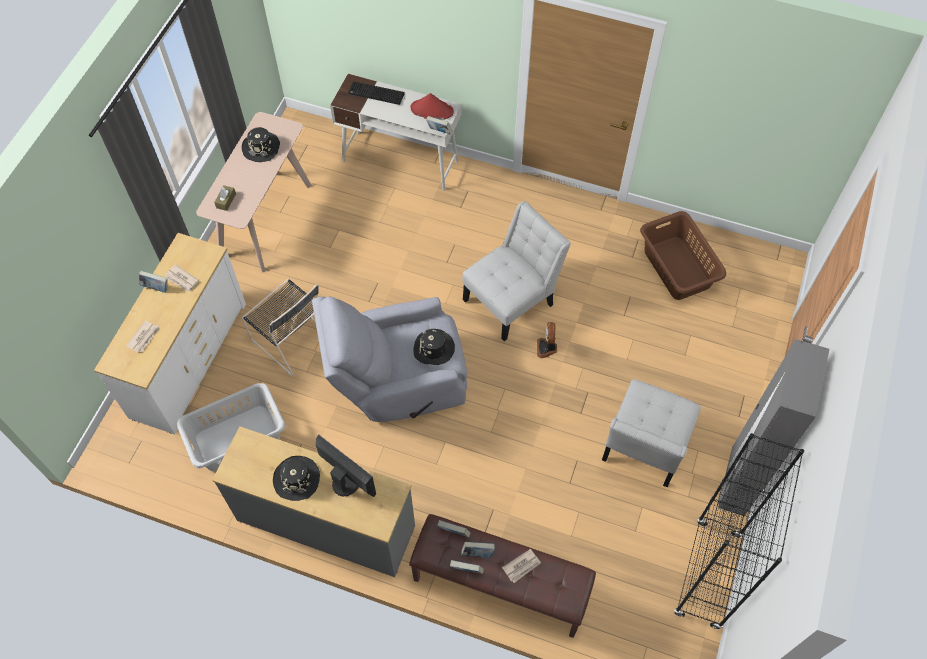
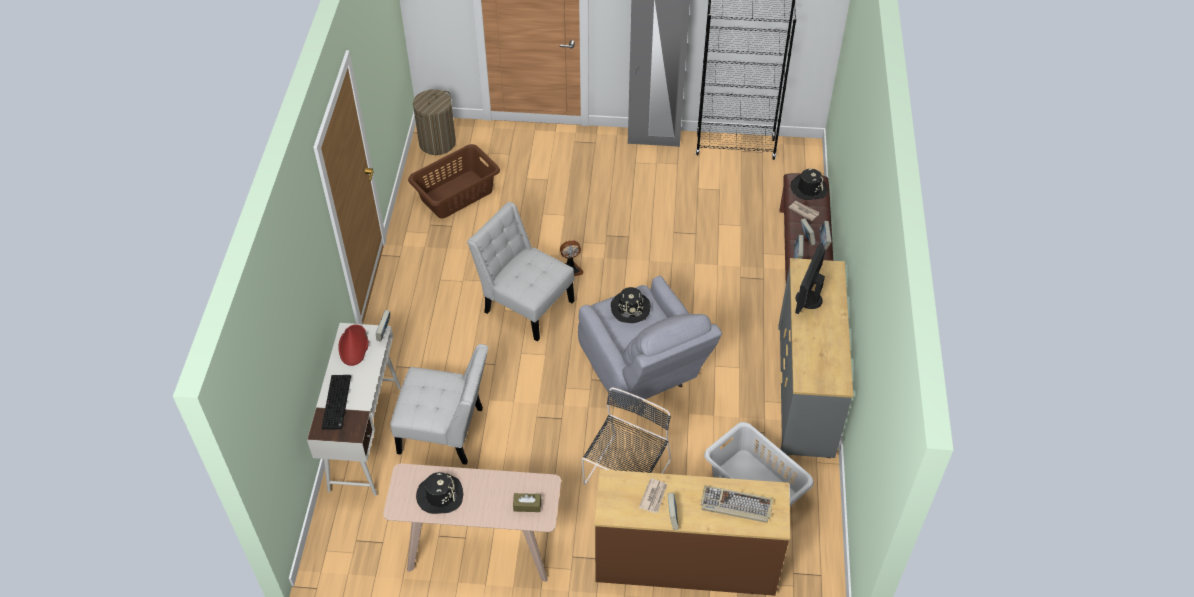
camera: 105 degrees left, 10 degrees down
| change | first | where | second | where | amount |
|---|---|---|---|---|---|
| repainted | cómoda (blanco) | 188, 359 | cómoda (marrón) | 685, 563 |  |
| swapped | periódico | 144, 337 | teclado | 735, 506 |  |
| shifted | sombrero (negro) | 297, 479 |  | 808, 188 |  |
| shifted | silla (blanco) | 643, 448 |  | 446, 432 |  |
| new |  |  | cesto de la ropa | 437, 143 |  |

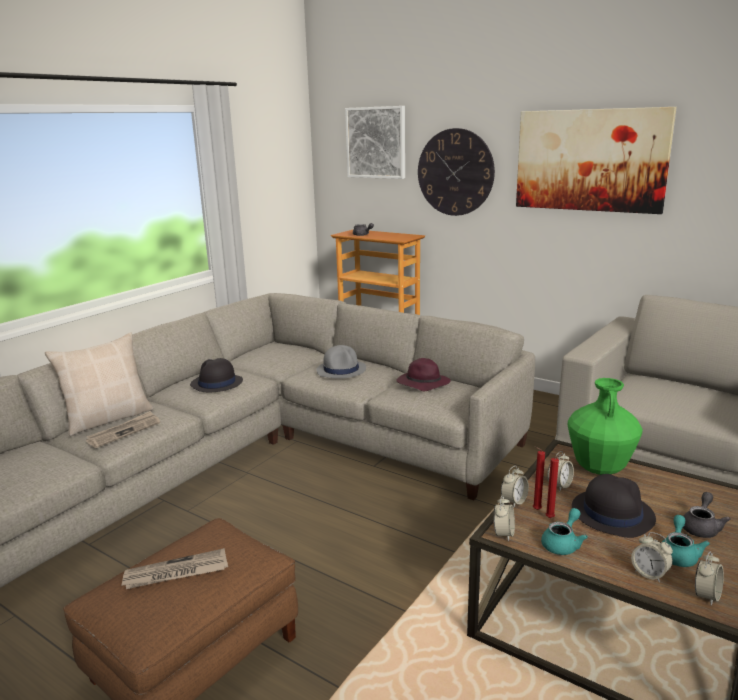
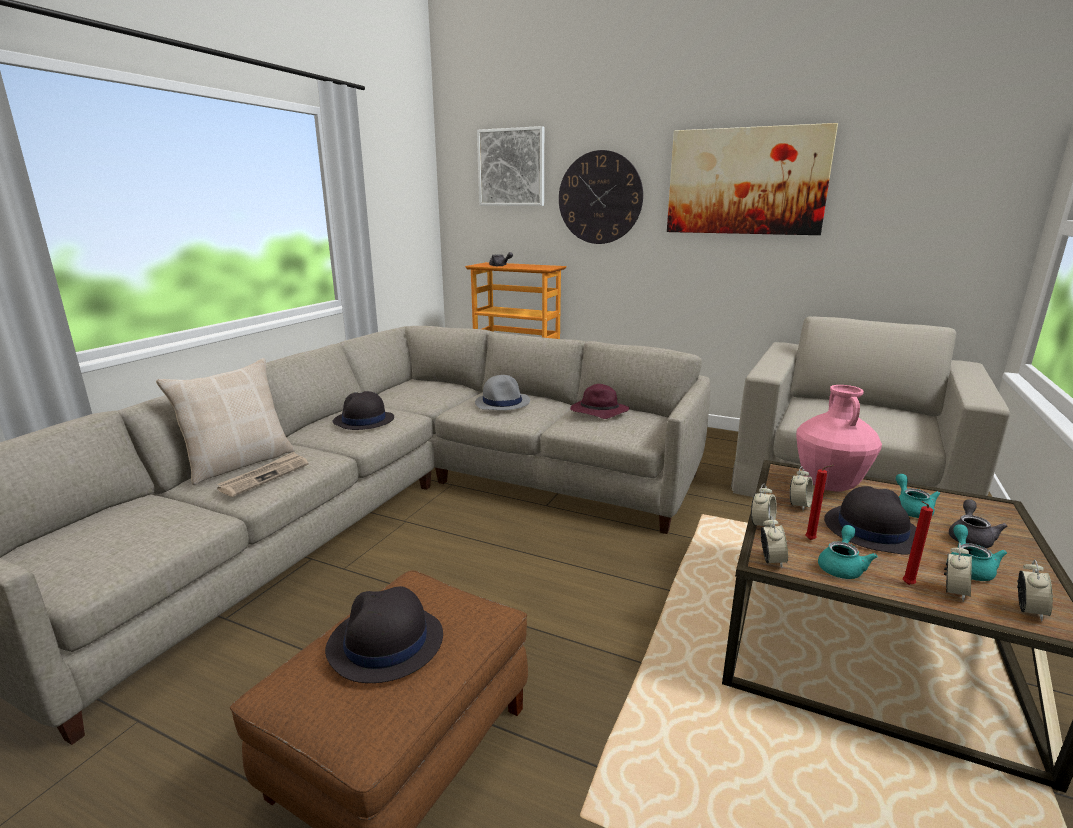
camera: 10 degrees left, 0 degrees up
| change | first | where | second | where | amount |
|---|---|---|---|---|---|
| swapped | periódico | 176, 573 | sombrero (negro) | 385, 643 |  |
| shifted | vela (rojo) | 535, 510 |  | 906, 584 |  |
| repainted | florero (verde) | 599, 468 | florero (rosa) | 828, 485 |  |
| rotated | despertador | 649, 574 |  | 954, 592 | 90 degrees counterclockwise |
| new |  |  | tetera (turquesa) | 910, 509 |  |

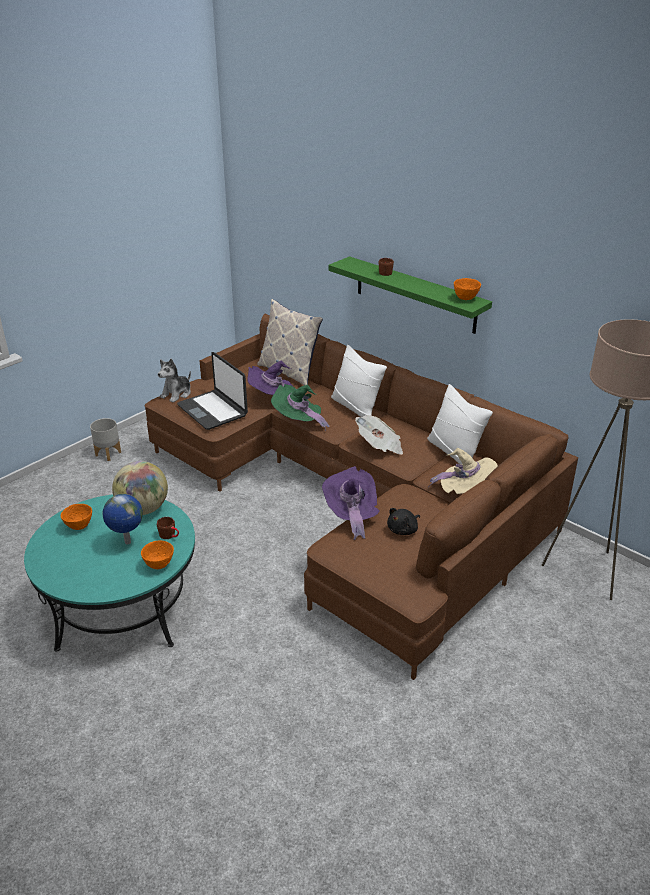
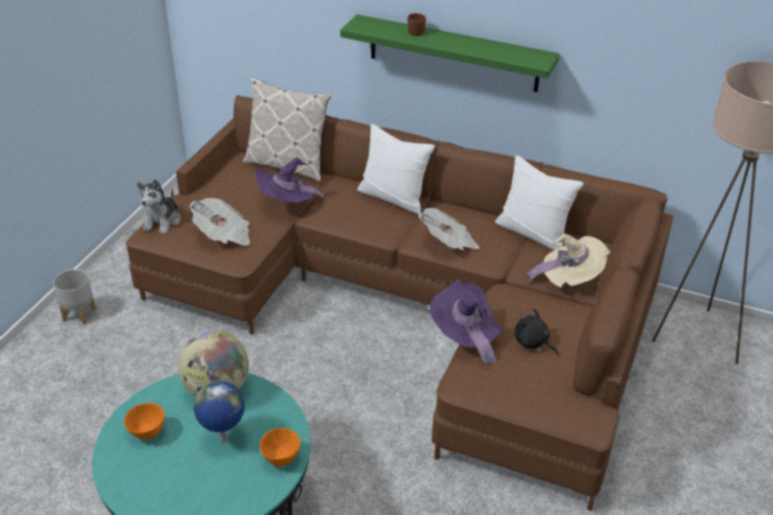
camera: 20 degrees left, 5 degrees up
| change | first | where | second | where | amount |
|---|---|---|---|---|---|
| gone | taza grande (marrón) | 170, 535 |  |  |  |
| swapped | portátil | 213, 410 | periódico | 223, 235 |  |
| gone | sombrero (verde) | 298, 421 |  |  |  |
| rotated | peluche (negro) | 403, 530 |  | 532, 343 | 105 degrees clockwise |
| gone | cuenco (naranja) | 466, 298 |  |  |  |

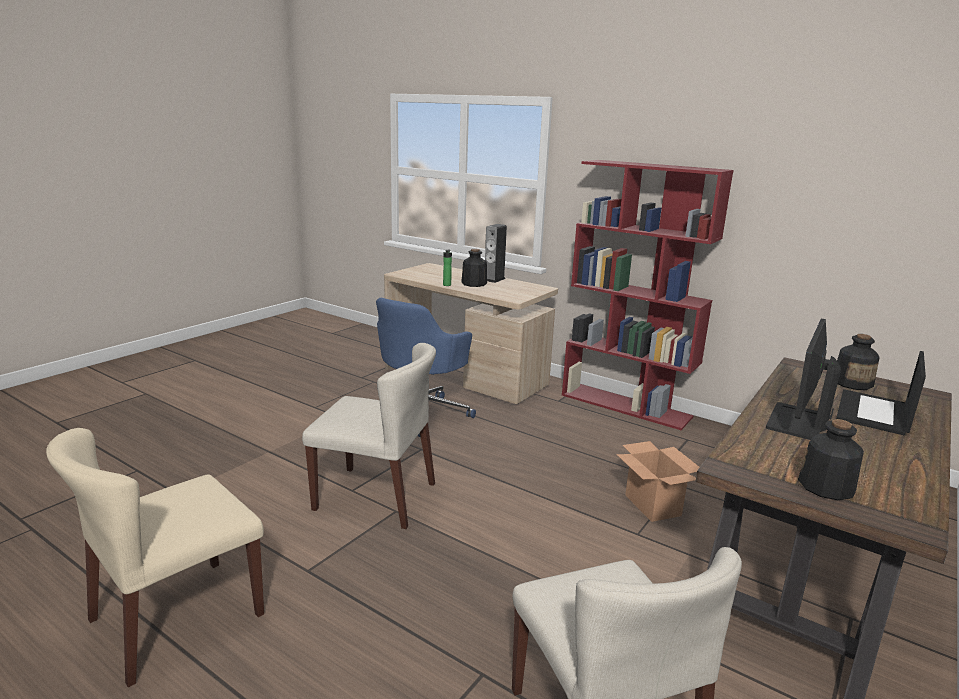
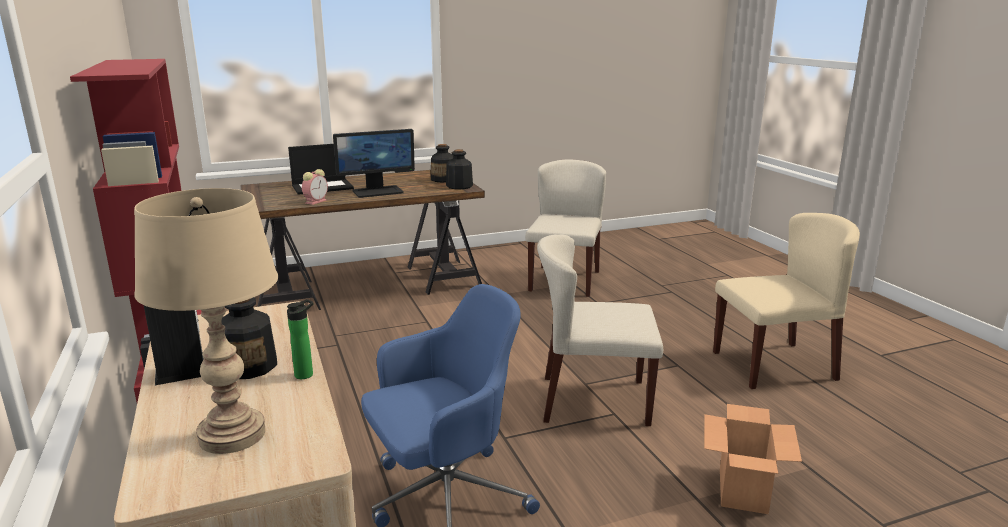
camera: 145 degrees left, 0 degrees up
| change | first | where | second | where | amount |
|---|---|---|---|---|---|
| rotated | silla (beis) | 376, 496 |  | 593, 400 | 45 degrees counterclockwise |
| shifted | caja de cartón | 652, 505 |  | 743, 491 |  |
| shifted | botella | 852, 383 |  | 459, 186 |  |
| new |  |  | lámpara de mesa (beis) | 232, 435 |  |
| new |  |  | despertador | 316, 201 |  |

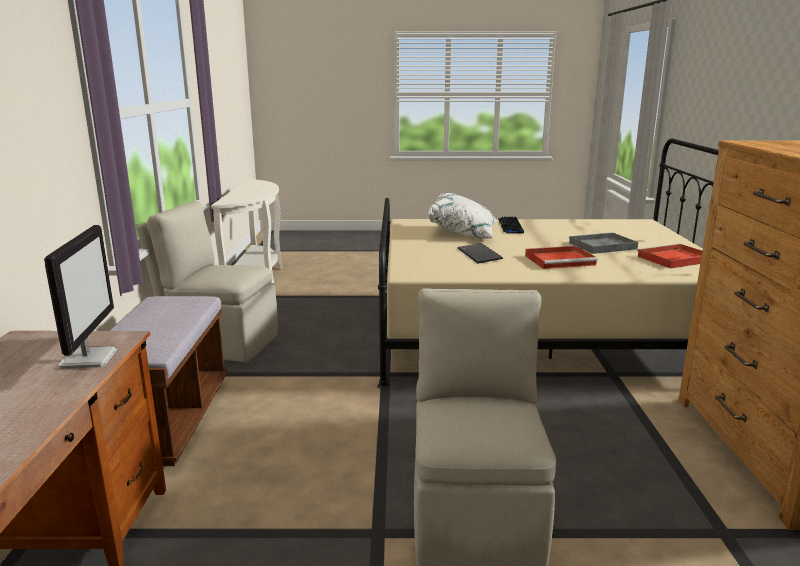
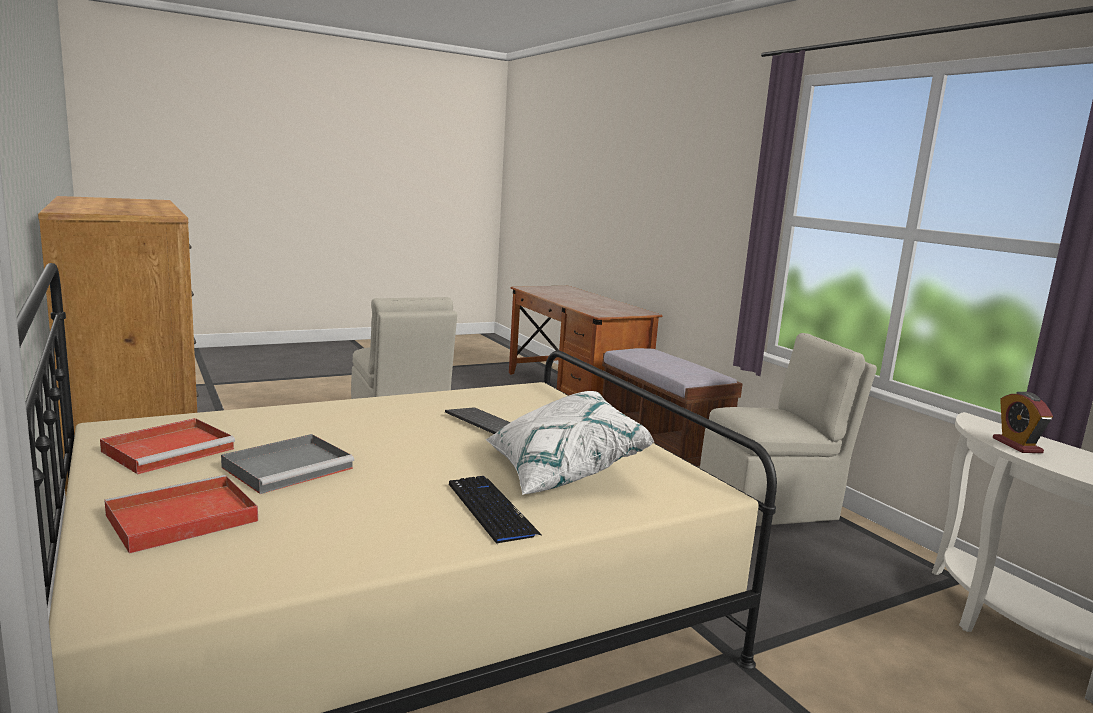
camera: 150 degrees right, 5 degrees down
| change | first | where | second | where | amount |
|---|---|---|---|---|---|
| gone | monitor | 89, 358 |  |  |  |
| shifted | bandeja (rojo) | 561, 260 |  | 179, 519 |  |
| new |  |  | despertador | 1017, 445 |  |

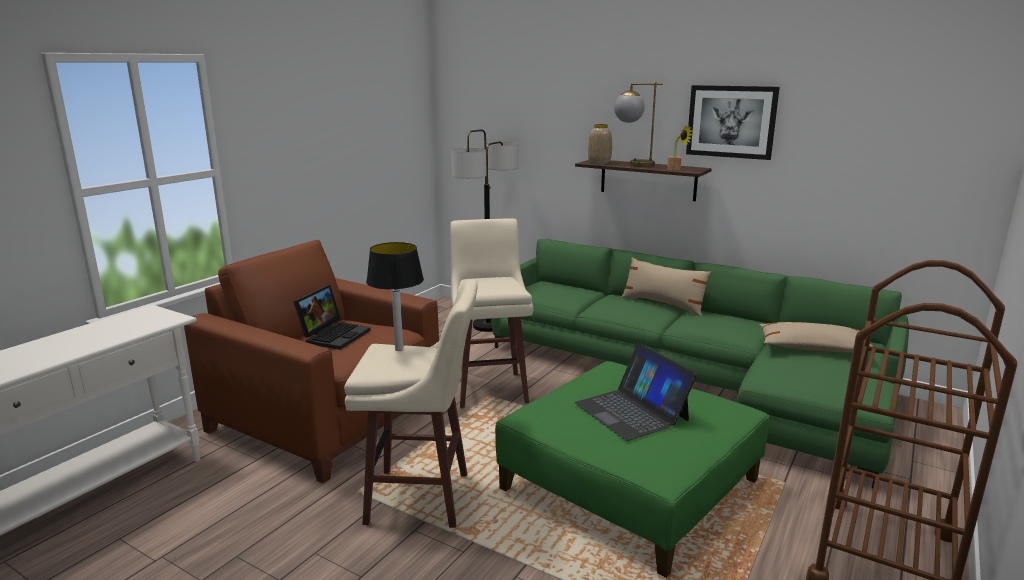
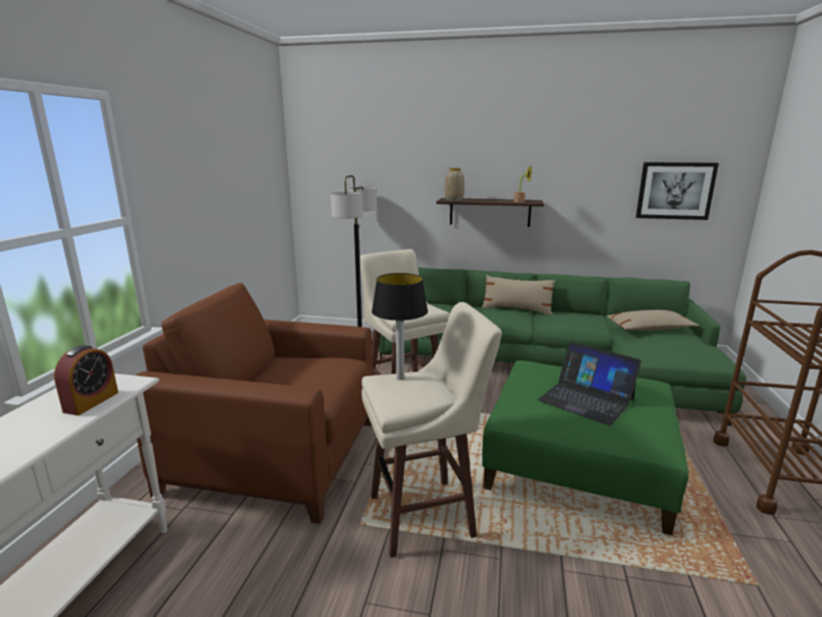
camera: 20 degrees left, 0 degrees up
| change | first | where | second | where | amount |
|---|---|---|---|---|---|
| gone | portátil | 334, 335 |  |  |  |
| gone | lámpara de mesa | 633, 165 |  |  |  |
| shifted | cuadro | 731, 121 |  | 675, 190 |  |
| new |  |  | despertador | 91, 402 |  |

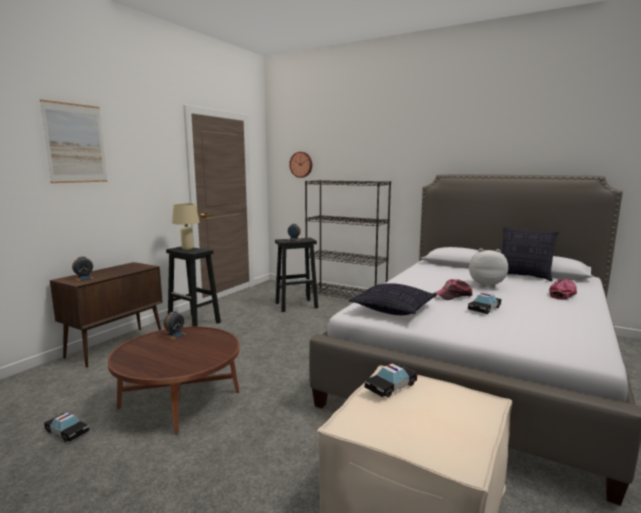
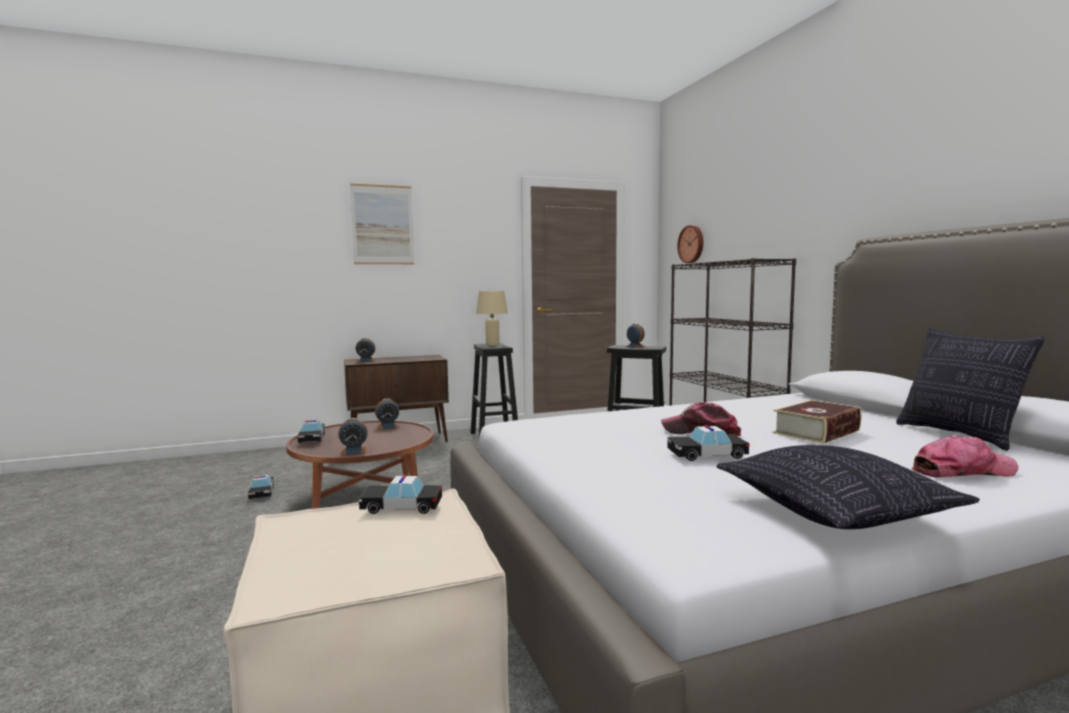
camera: 40 degrees right, 5 degrees down
| change | first | where | second | where | amount |
|---|---|---|---|---|---|
| shifted | cojín | 393, 309 |  | 835, 511 |  |
| swapped | peluche | 485, 285 | libro | 816, 431 |  |
| new |  |  | coche de juguete | 311, 438 |  |
| new |  |  | despertador | 354, 451 |  |

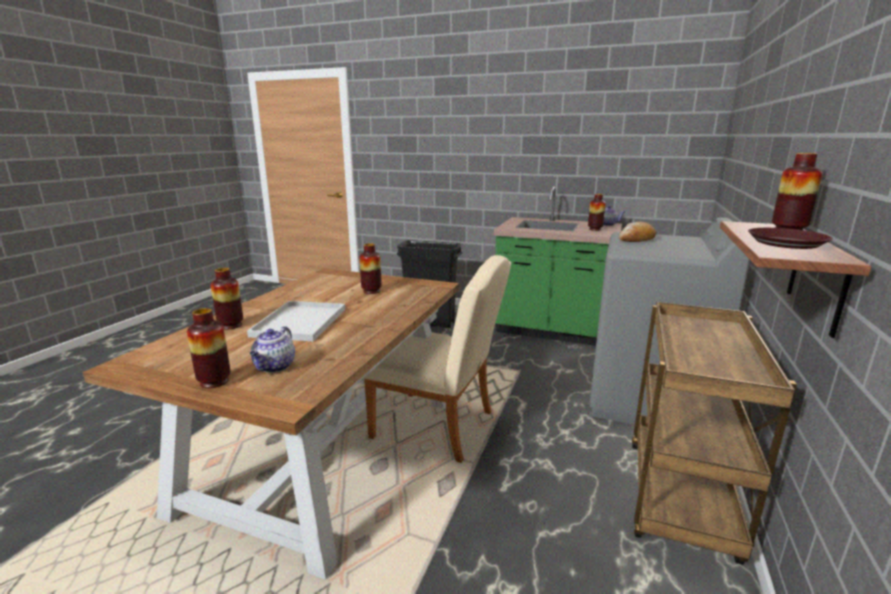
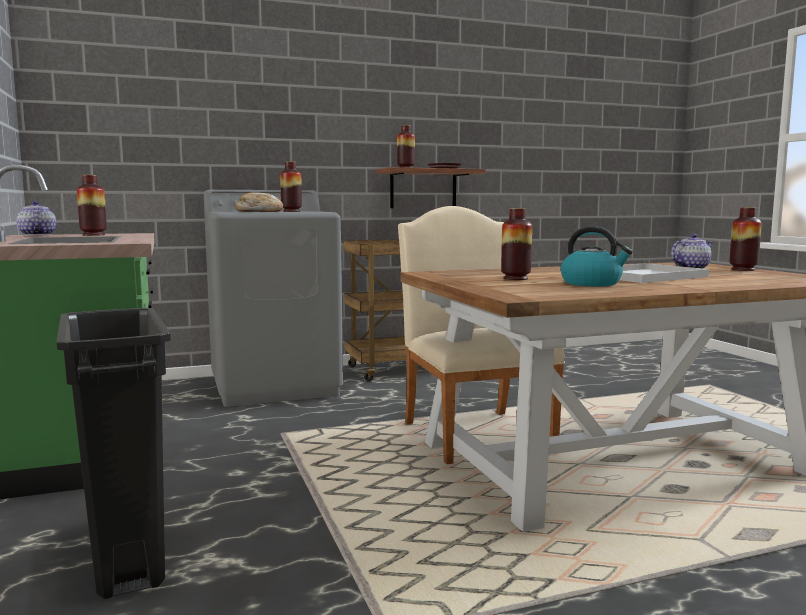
camera: 130 degrees left, 10 degrees down
| change | first | where | second | where | amount |
|---|---|---|---|---|---|
| shifted | florero | 231, 325 |  | 291, 211 |  |
| new |  |  | hervidor | 592, 283 |  |

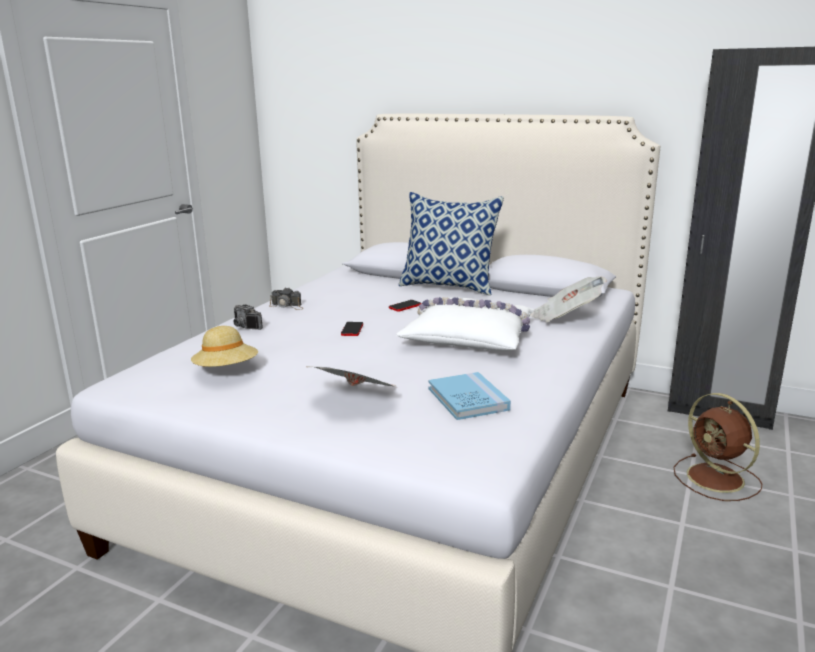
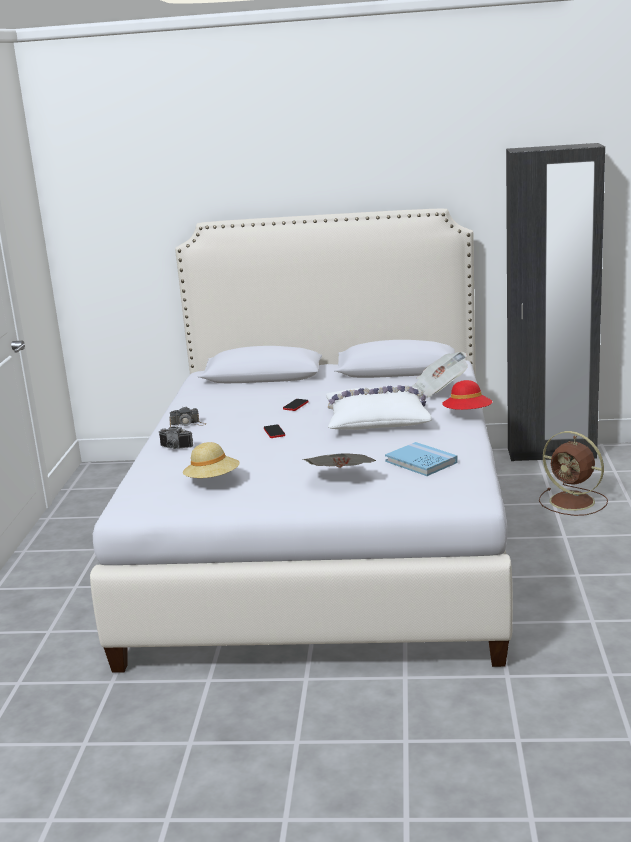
camera: 20 degrees left, 0 degrees up
| change | first | where | second | where | amount |
|---|---|---|---|---|---|
| gone | cojín | 449, 286 |  |  |  |
| new |  |  | sombrero (rojo) | 467, 414 |  |

